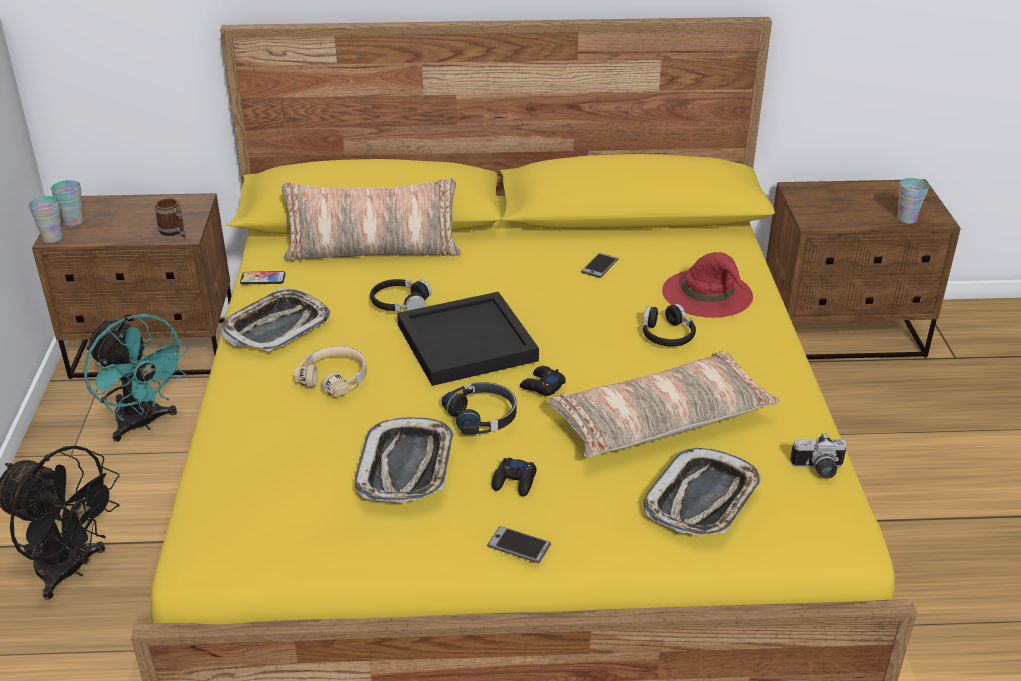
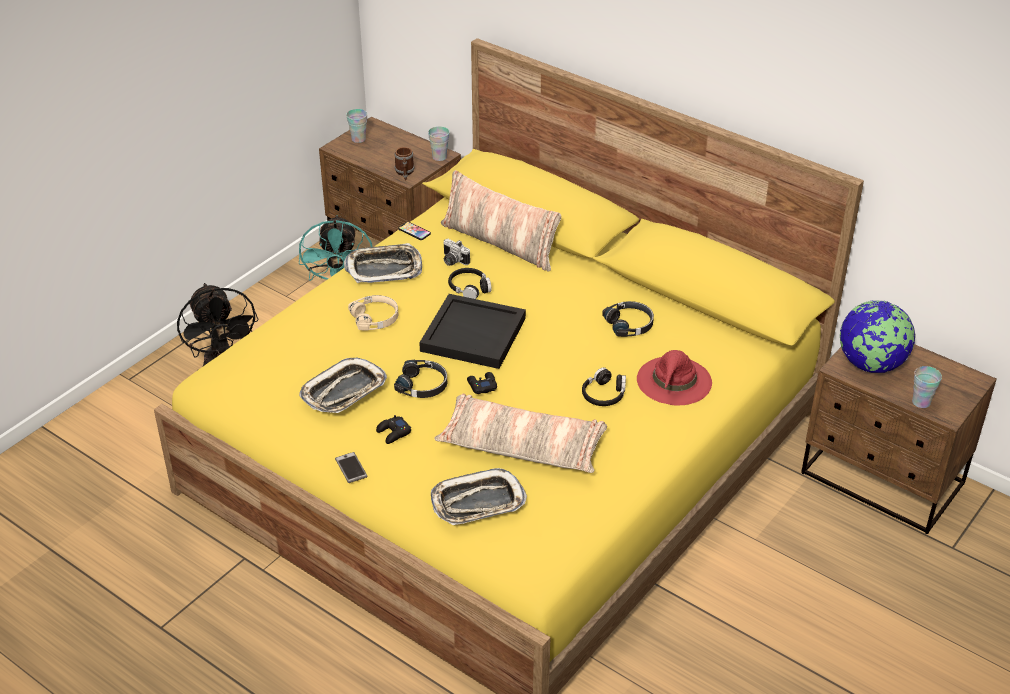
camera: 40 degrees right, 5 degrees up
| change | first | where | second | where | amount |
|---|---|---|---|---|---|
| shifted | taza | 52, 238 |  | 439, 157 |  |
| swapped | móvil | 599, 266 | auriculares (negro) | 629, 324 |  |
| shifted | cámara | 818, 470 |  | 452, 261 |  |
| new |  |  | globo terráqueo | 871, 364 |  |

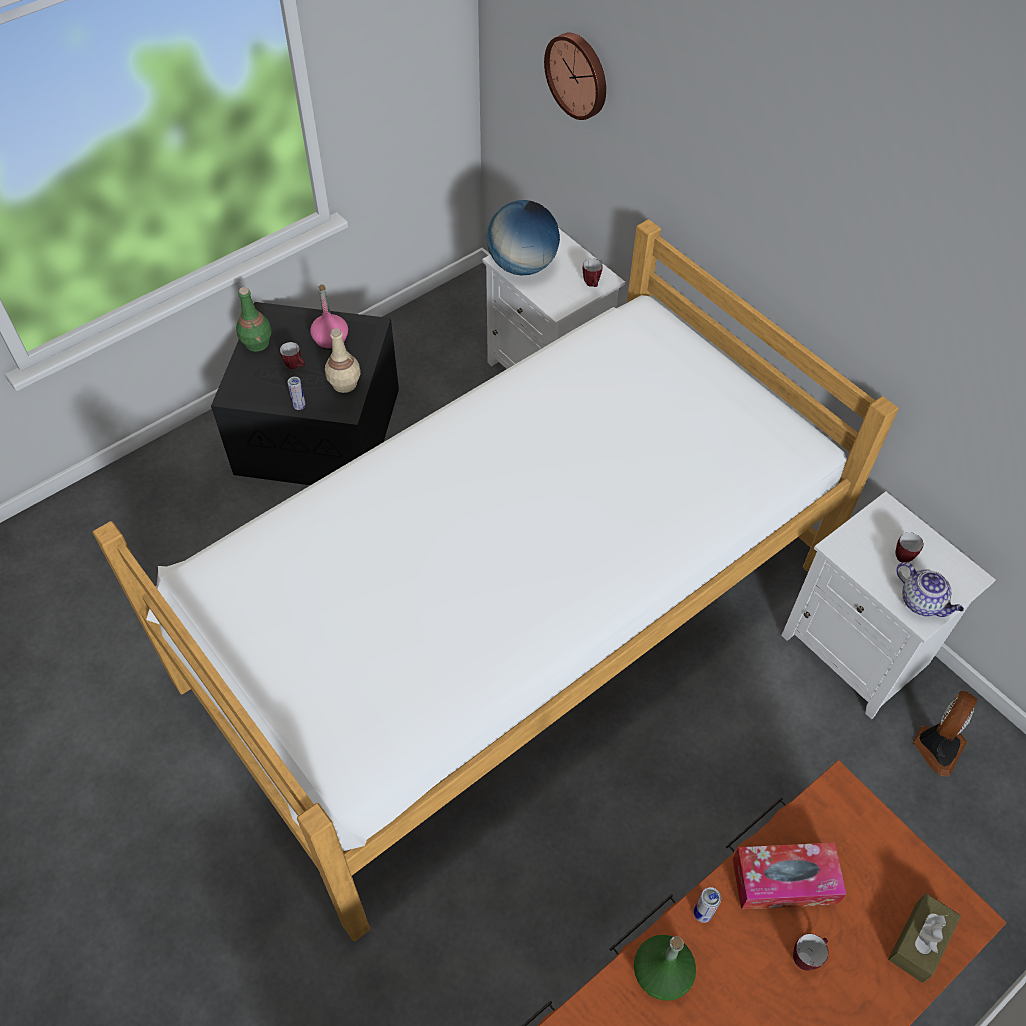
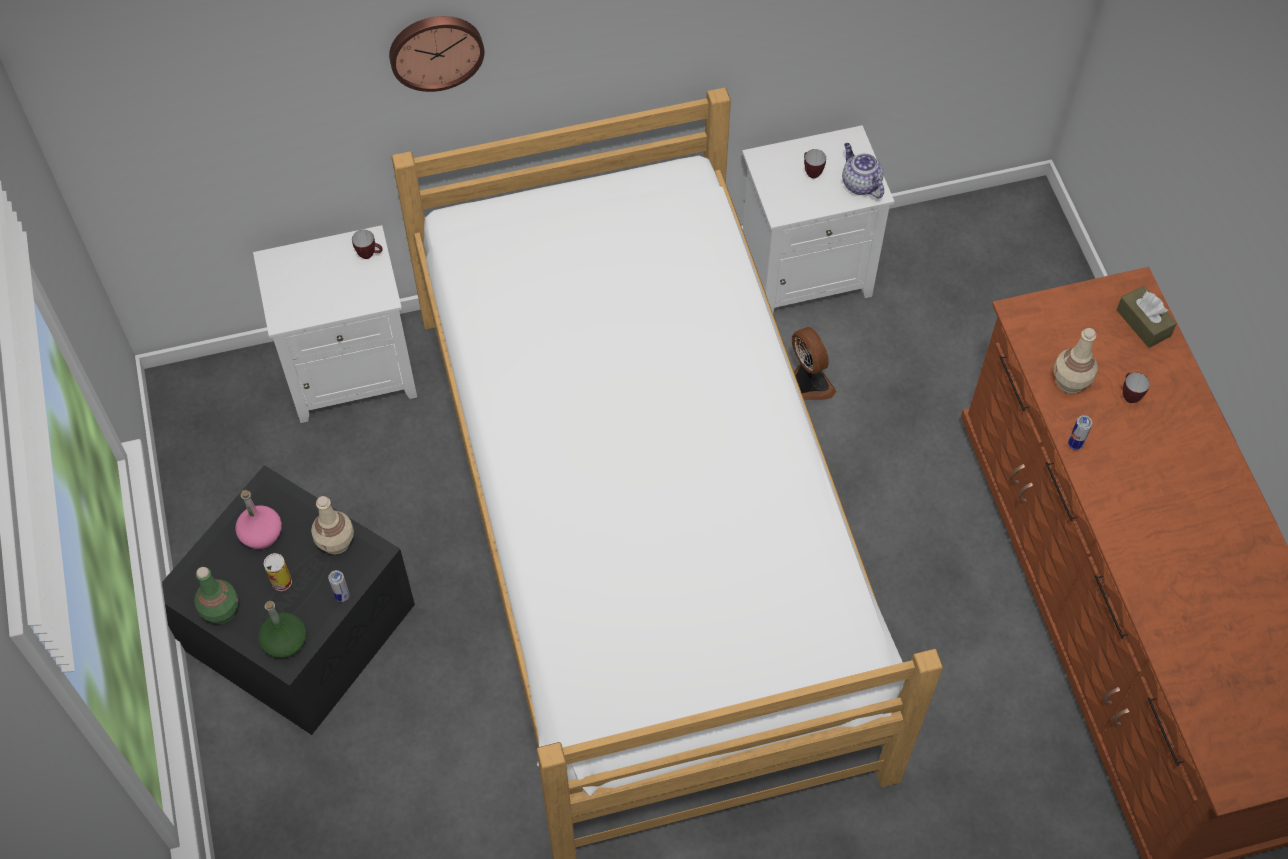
camera: 65 degrees left, 5 degrees up
| change | first | where | second | where | amount |
|---|---|---|---|---|---|
| swapped | taza grande | 296, 367 | lata | 281, 582 |  |
| gone | globo terráqueo | 522, 265 |  |  |  |
| shifted | reloj de pared | 578, 75 |  | 435, 50 |  |
| shifted | botella (verde) | 661, 972 |  | 285, 642 |  |
| swapped | caja de pañuelos | 784, 881 | botella (beis) | 1070, 381 |  |
| rotated | tetera | 922, 602 |  | 860, 183 | 105 degrees counterclockwise |
| shifted | ventilador | 936, 746 |  | 807, 384 |  |

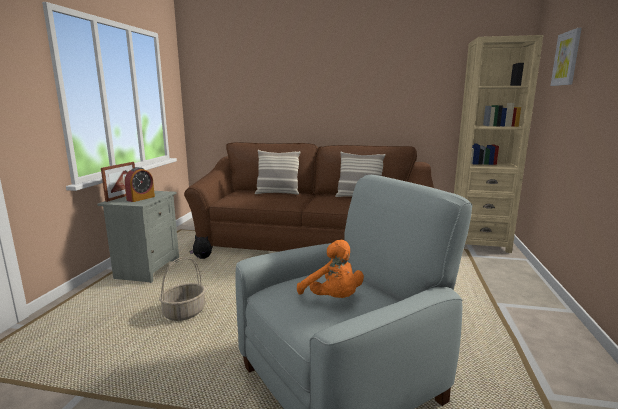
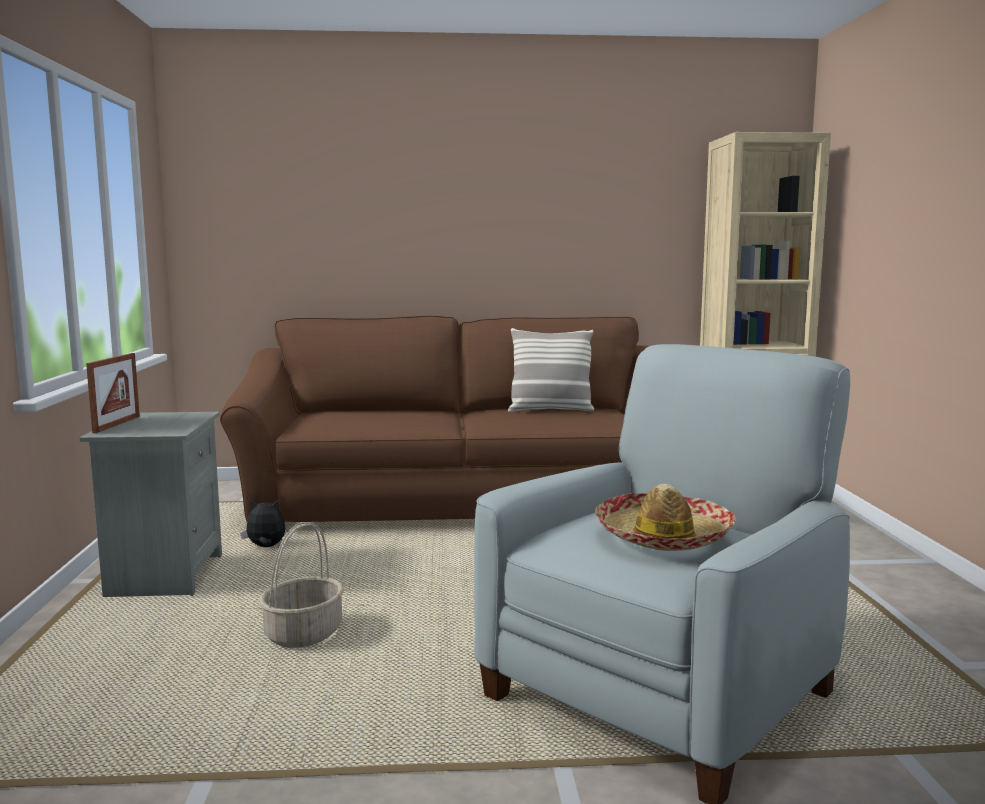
camera: 15 degrees left, 5 degrees down
| change | first | where | second | where | amount |
|---|---|---|---|---|---|
| gone | despertador | 141, 198 |  |  |  |
| gone | cojín | 277, 193 |  |  |  |
| swapped | peluche (naranja) | 333, 299 | sombrero | 663, 536 |  |
| gone | cuadro | 567, 58 |  |  |  |

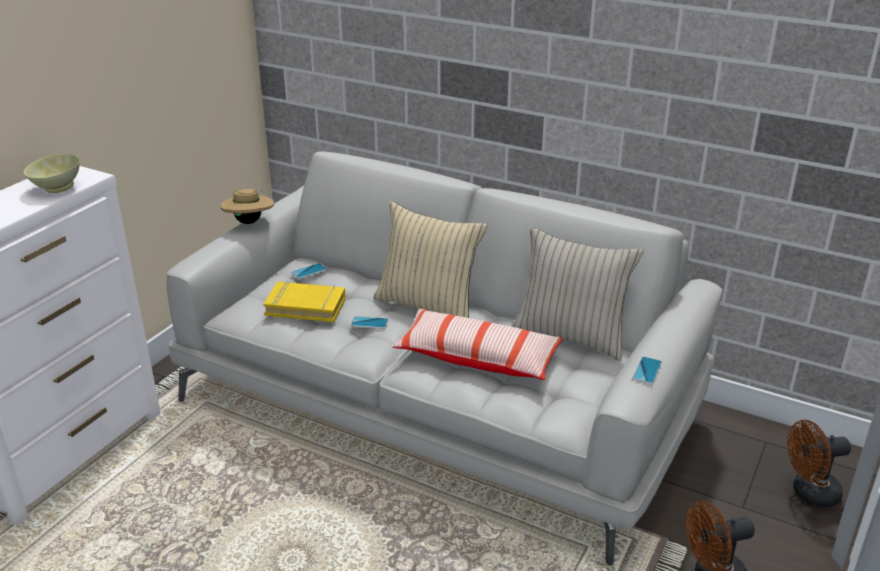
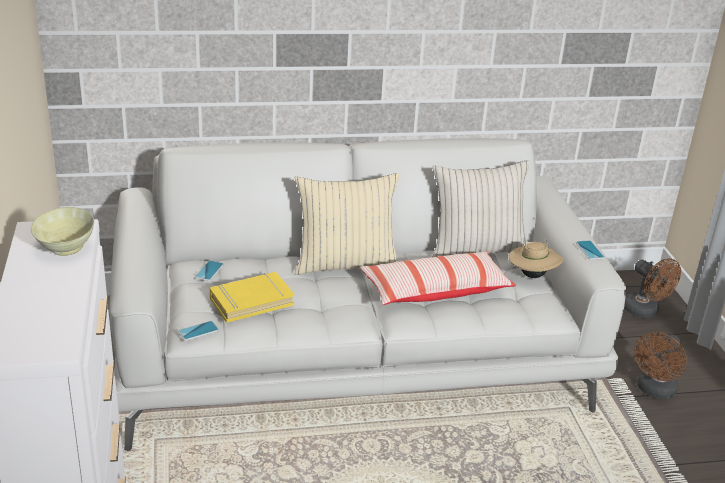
camera: 40 degrees left, 0 degrees up
| change | first | where | second | where | amount |
|---|---|---|---|---|---|
| shifted | sombrero (beis) | 249, 222 |  | 532, 275 |  |
| shifted | móvil | 369, 323 |  | 198, 331 |  |
| rotated | ventilador (marrón) | 809, 493 |  | 645, 311 | 75 degrees counterclockwise |

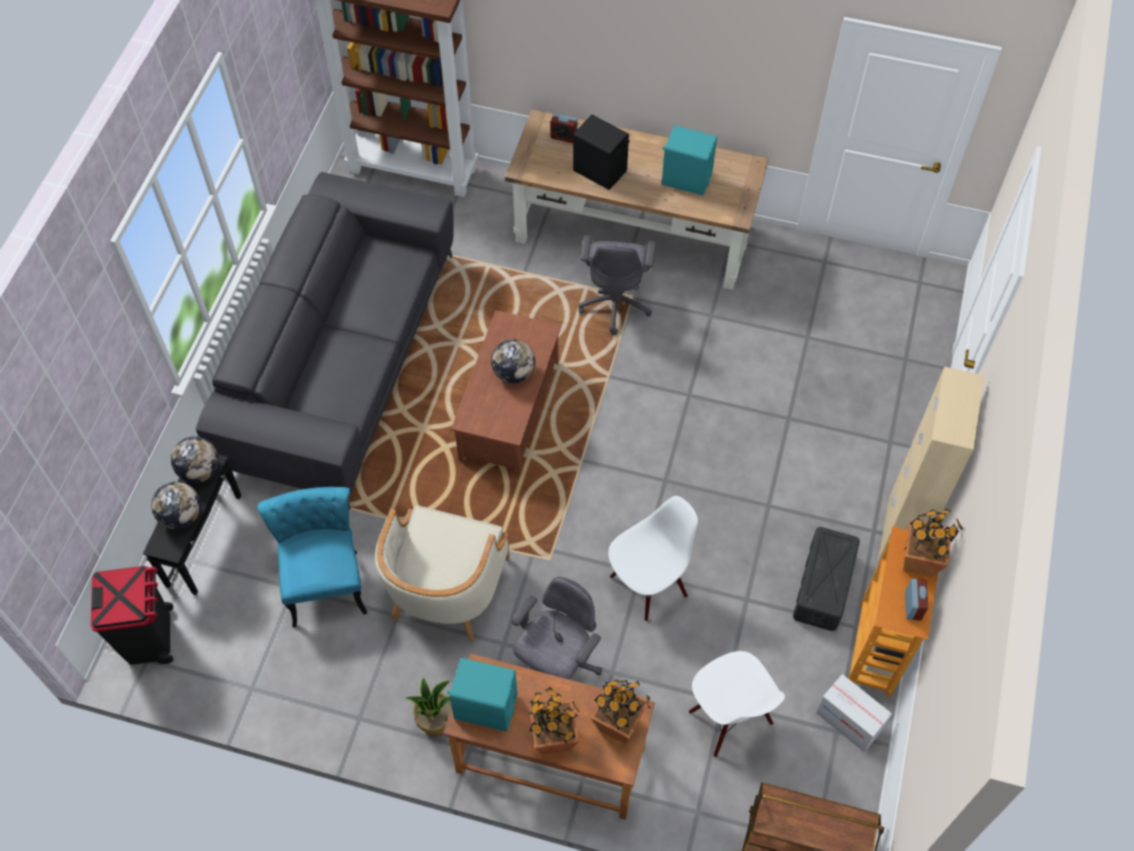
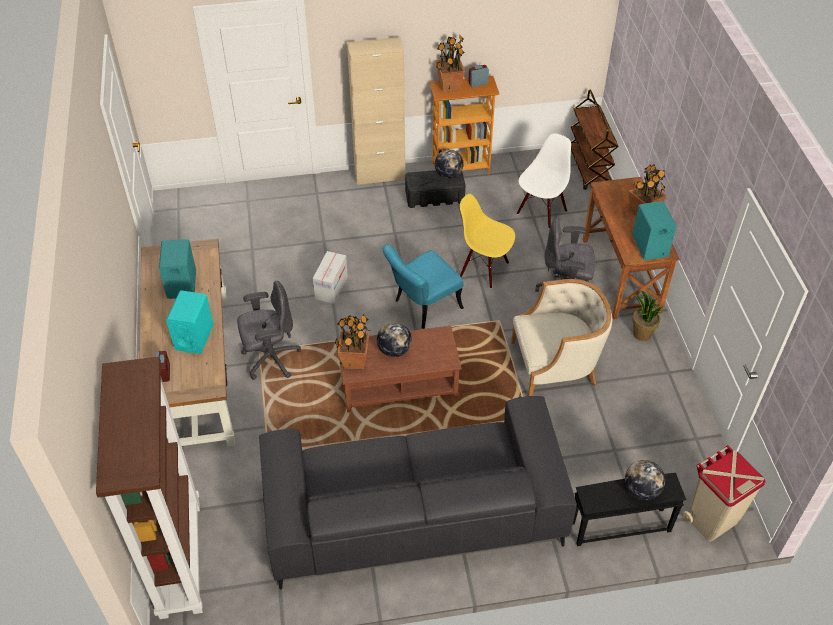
camera: 115 degrees left, 10 degrees down
| change | first | where | second | where | amount |
|---|---|---|---|---|---|
| repainted | papelera (negro) | 150, 638 | papelera (beis) | 711, 519 |  |
| shifted | globo terráqueo | 200, 470 |  | 448, 175 |  |
| shifted | silla (turquesa) | 325, 578 |  | 422, 307 |  |
| repainted | altavoz (negro) | 600, 171 | altavoz (turquesa) | 194, 337 |  |
| shifted | planta en maceta | 619, 724 |  | 354, 360 |  |
| repainted | silla (blanco) | 648, 585 | silla (amarillo) | 484, 269 |  |
| shifted | caja de cartón | 848, 721 |  | 331, 288 |  |

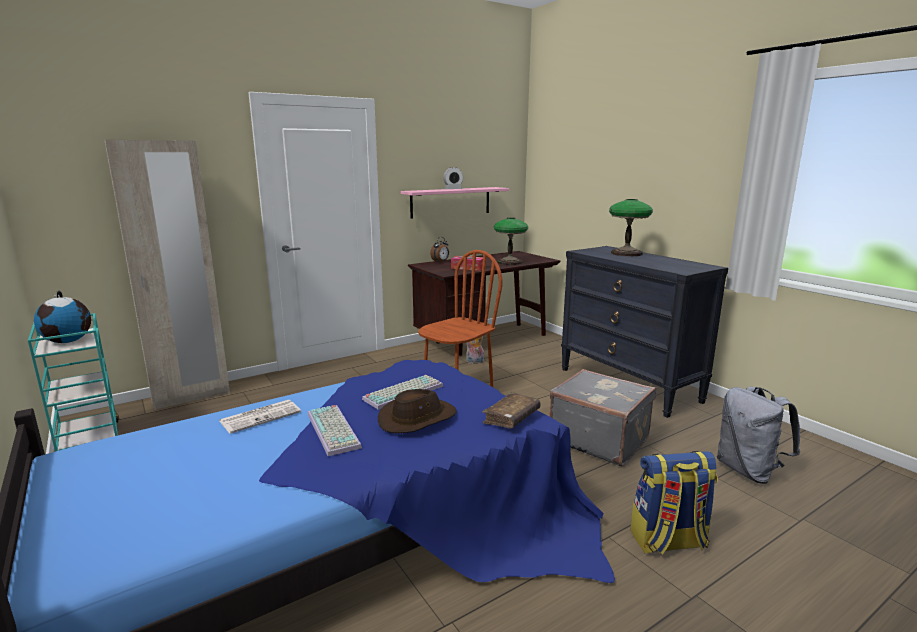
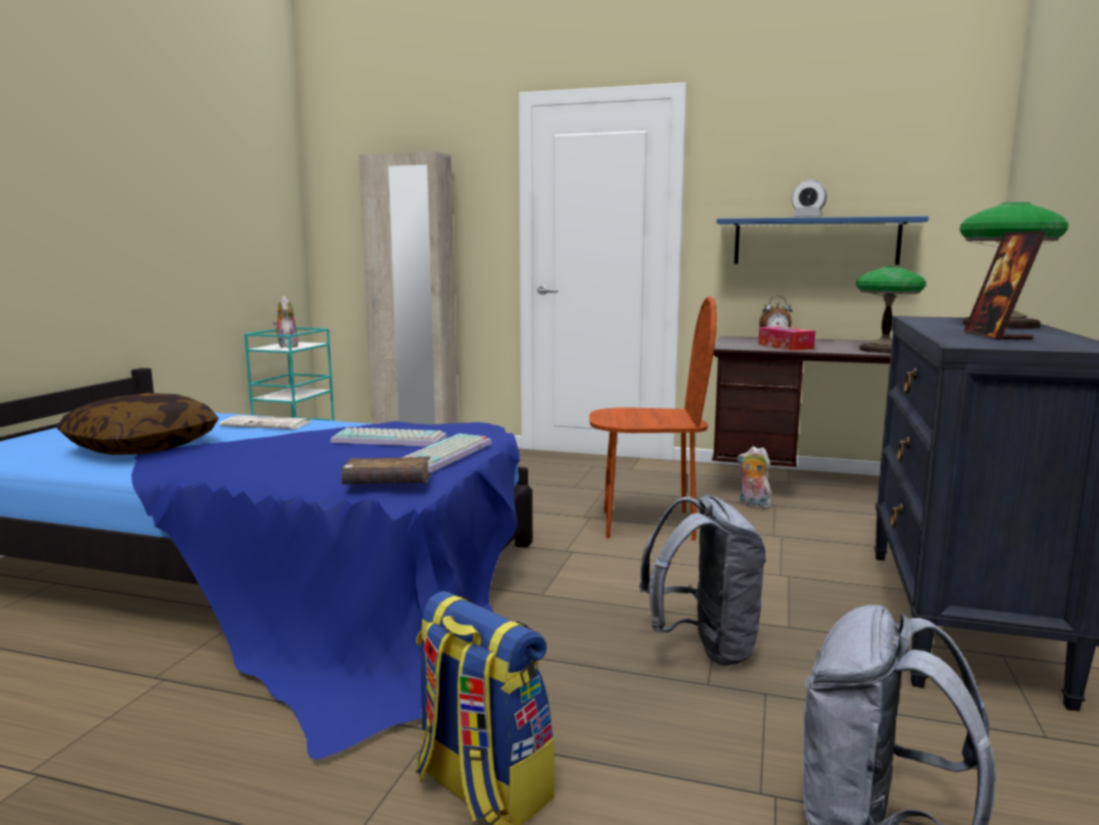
camera: 50 degrees right, 5 degrees down
| change | first | where | second | where | amount |
|---|---|---|---|---|---|
| swapped | globo terráqueo | 68, 341 | peluche | 286, 346 |  |
| shifted | teclado | 335, 430 |  | 447, 455 |  |
| gone | sombrero (marrón) | 417, 418 |  |  |  |
| repainted | estante (rosa) | 451, 202 | estante (azul) | 815, 241 |  |
| swapped | maleta (gris) | 599, 439 | mochila (gris) | 704, 647 |  |
| new |  |  | cojín | 142, 447 |  |
| new |  |  | portarretratos | 997, 336 |  |

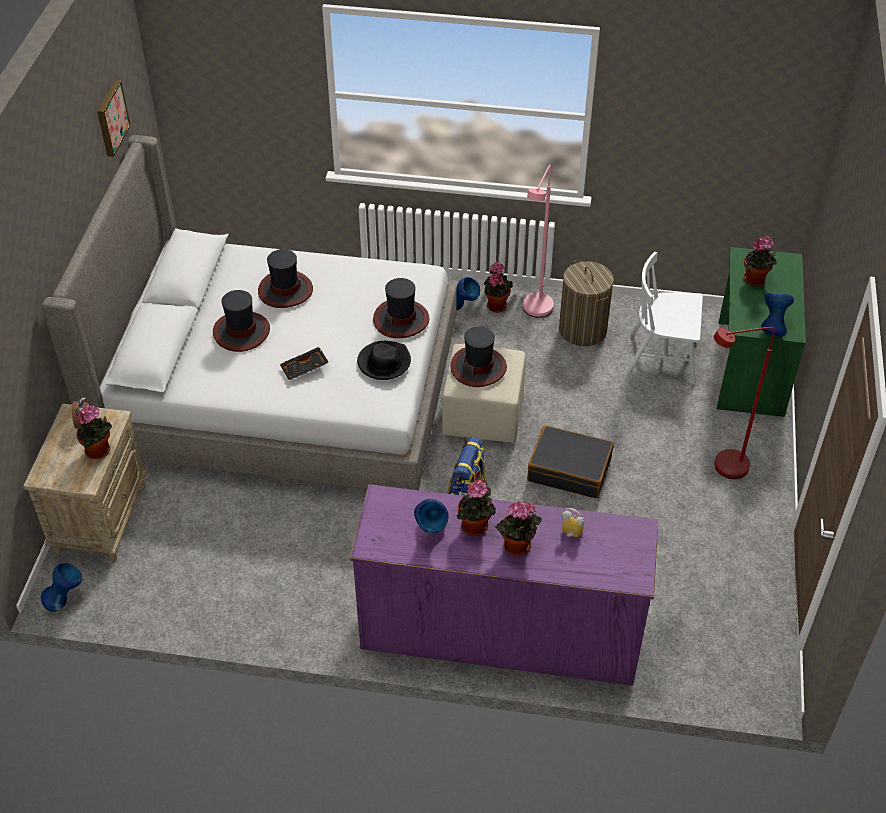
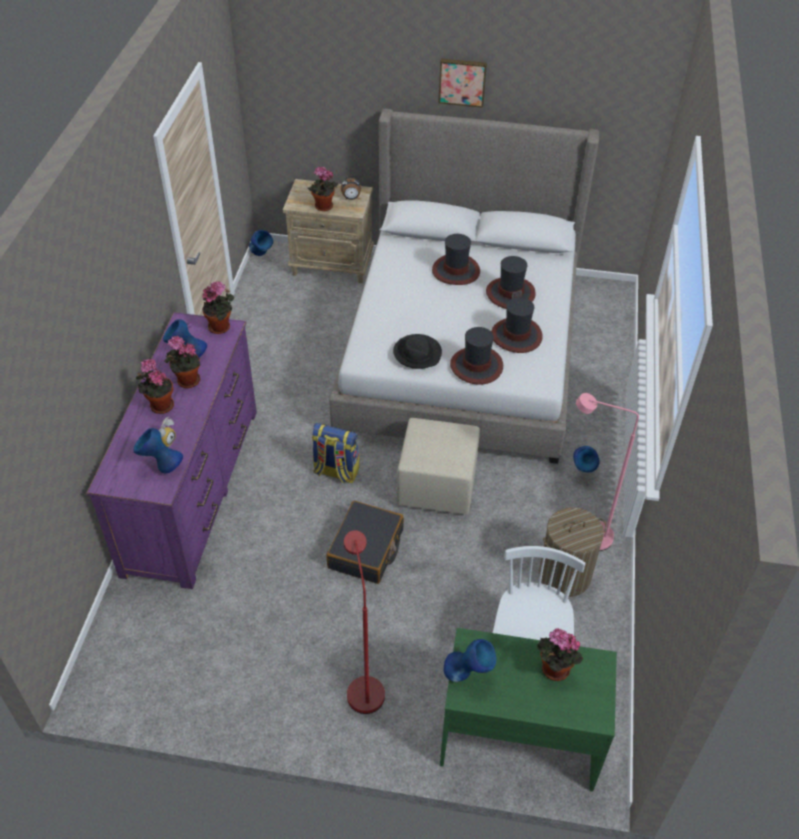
camera: 90 degrees right, 0 degrees up
| change | first | where | second | where | amount |
|---|---|---|---|---|---|
| shifted | cuadro | 111, 118 |  | 462, 81 |  |
| gone | bandeja (negro) | 305, 368 |  |  |  |
| shifted | sombrero | 478, 367 |  | 516, 336 |  |
| shifted | planta en maceta | 496, 304 |  | 221, 327 |  |
| new |  |  | florero (azul) | 161, 467 |  |

